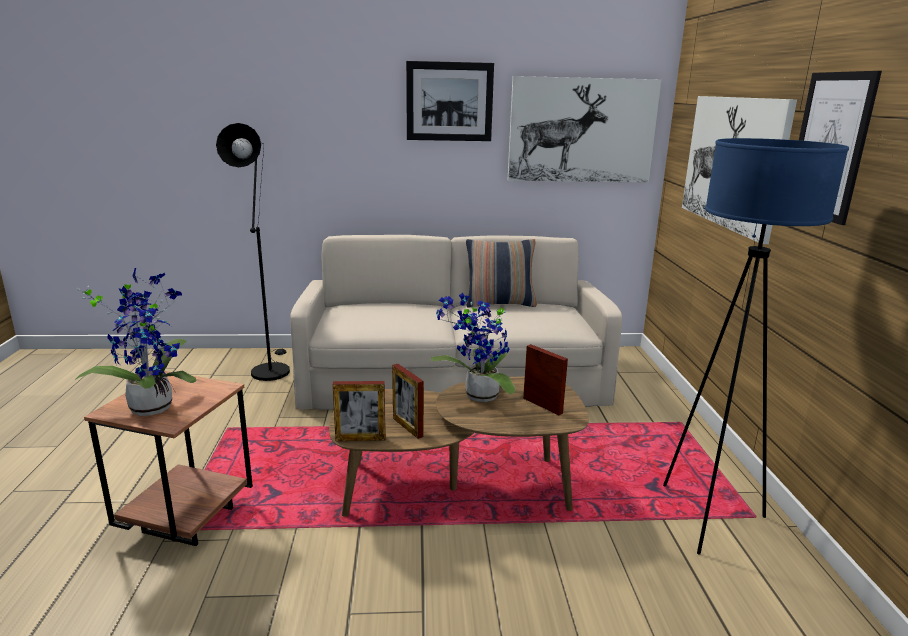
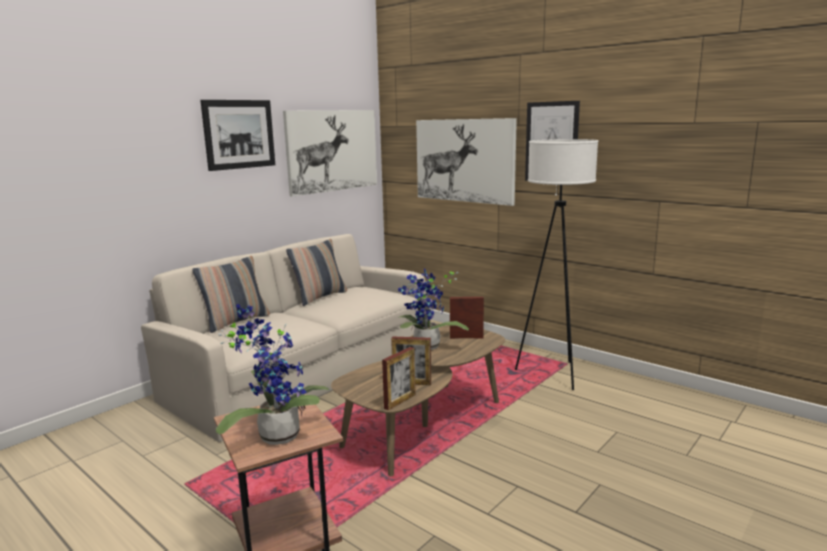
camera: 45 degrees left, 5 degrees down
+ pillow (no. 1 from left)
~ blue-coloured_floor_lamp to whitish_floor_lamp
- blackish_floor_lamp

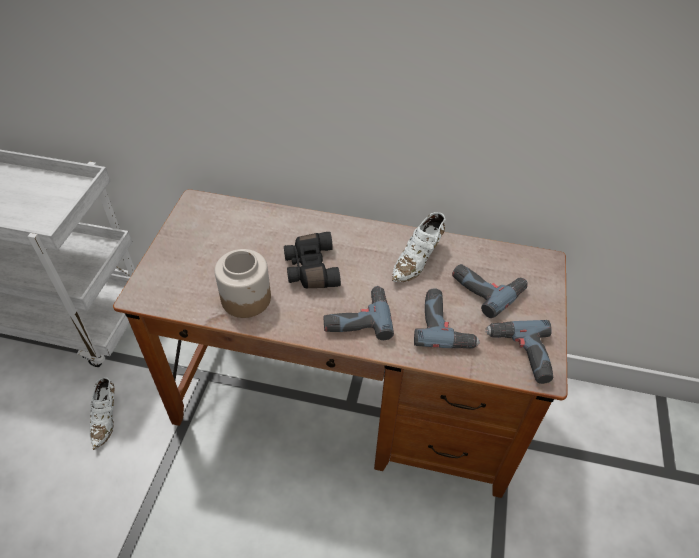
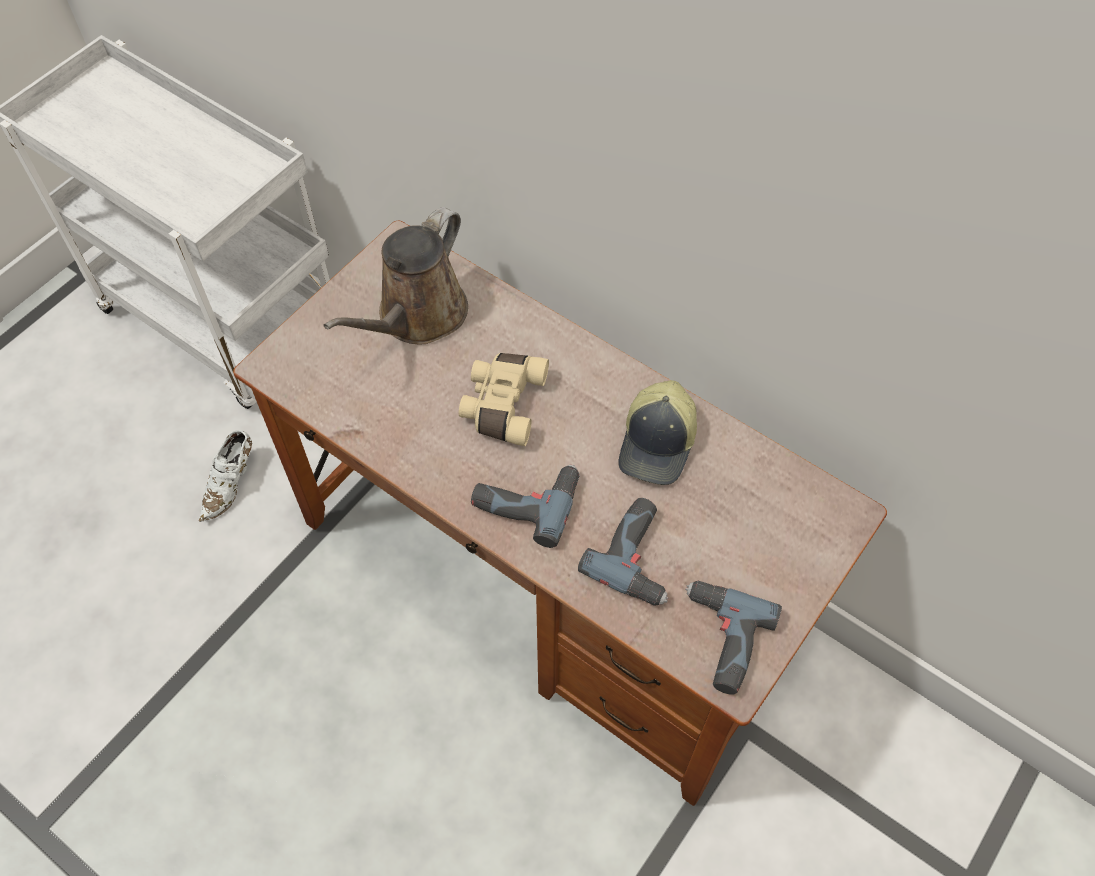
camera: 25 degrees right, 10 degrees up
+ brown-coloured_sprinkling_can
~ blackish_pair_of_binoculars to beige_pair_of_binoculars
~ whitish_shoe (no. 2 from left) to cap
- jar
- electric_drill (no. 3 from left)

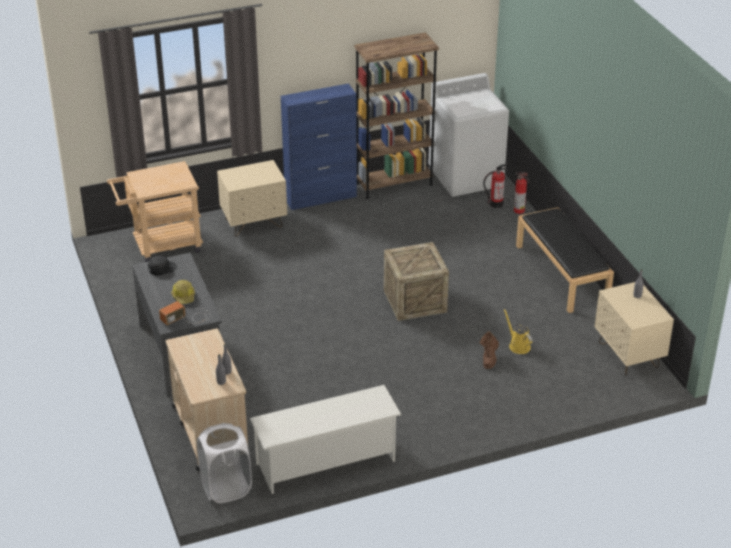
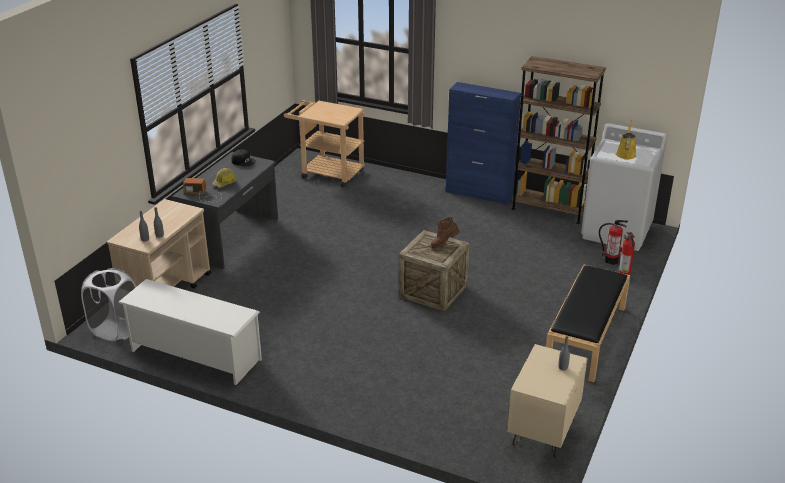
camera: 45 degrees right, 5 degrees down
~ brown-coloured_boot
~ yellowish_sprinkling_can
- beige_nightstand (no. 1 from left)

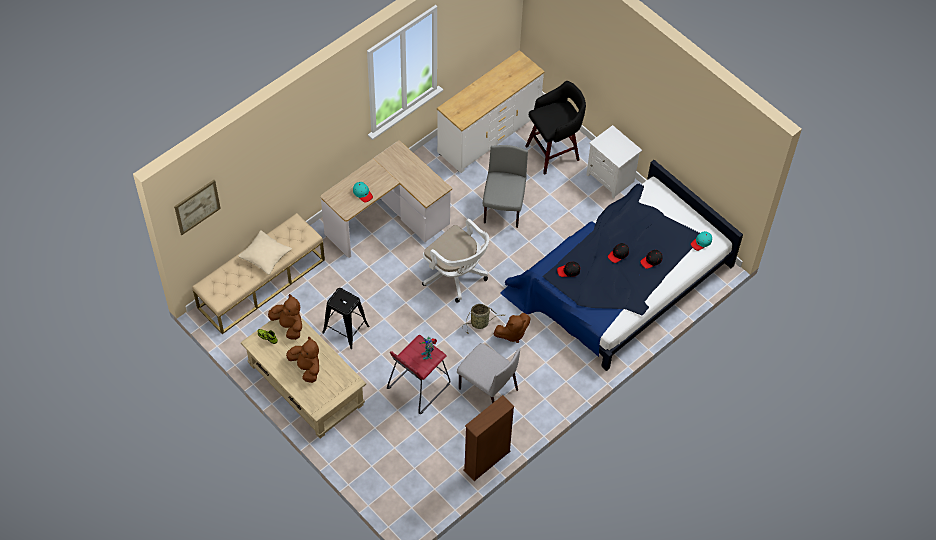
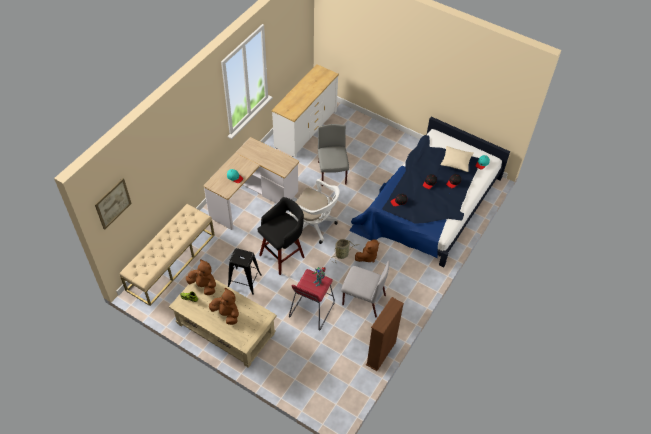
camera: 15 degrees left, 5 degrees down
~ blackish_sitting_stool (no. 2 from left)
~ beige_pillow
- whitish_nightstand

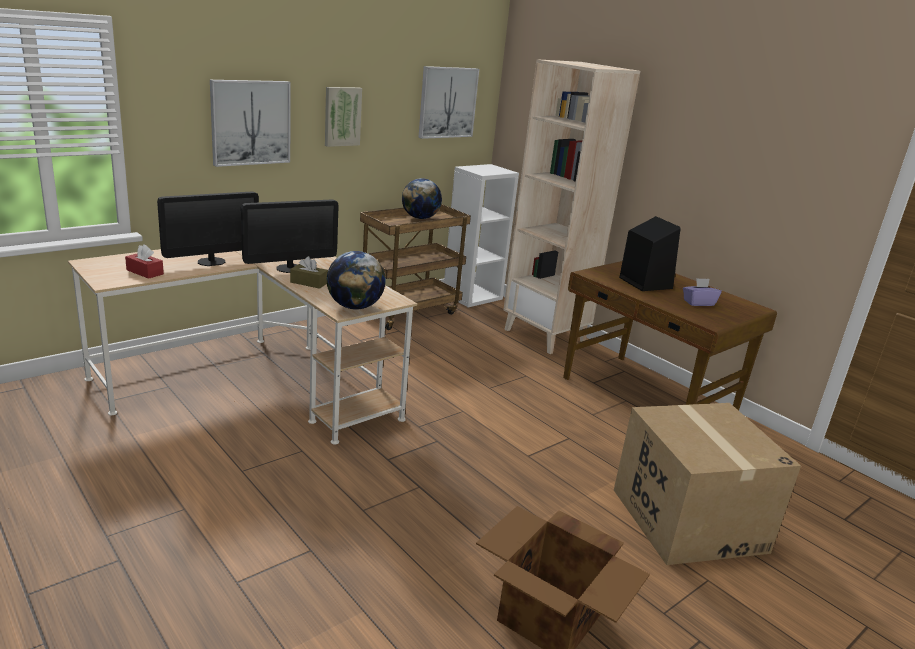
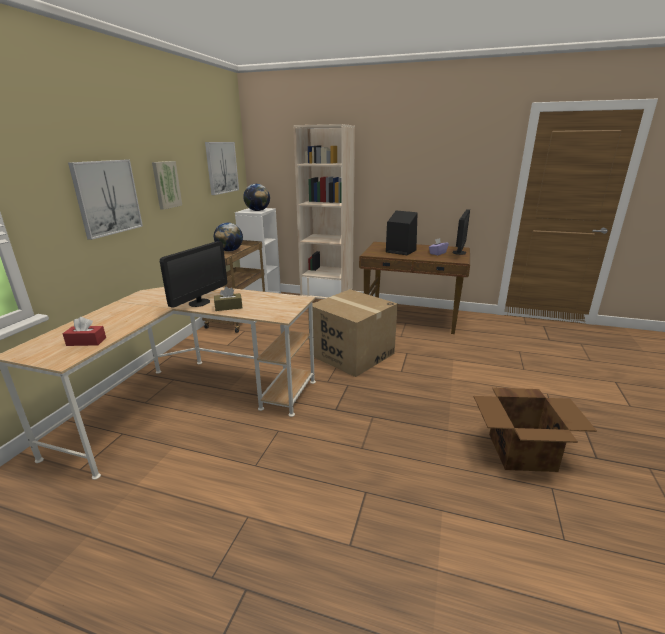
camera: 30 degrees left, 0 degrees up
~ desk_globe (no. 1 from left in the first image) to desk_globe (no. 2 from left)
~ cardboard_box (no. 2 from left in the first image) to cardboard_box (no. 1 from left)
~ computer_screen (no. 1 from left in the first image) to computer_screen (no. 2 from left)

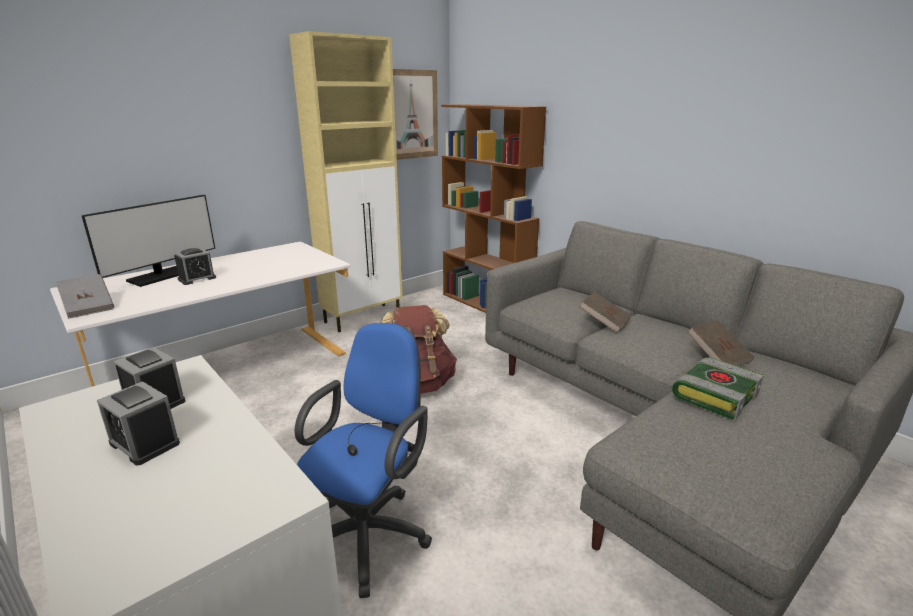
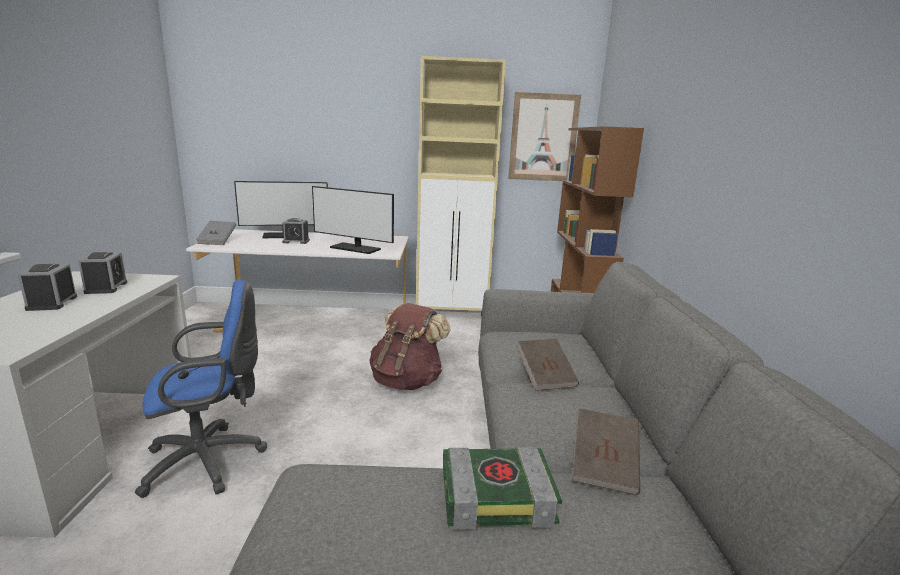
camera: 40 degrees right, 5 degrees down
+ computer_screen (no. 2 from left)

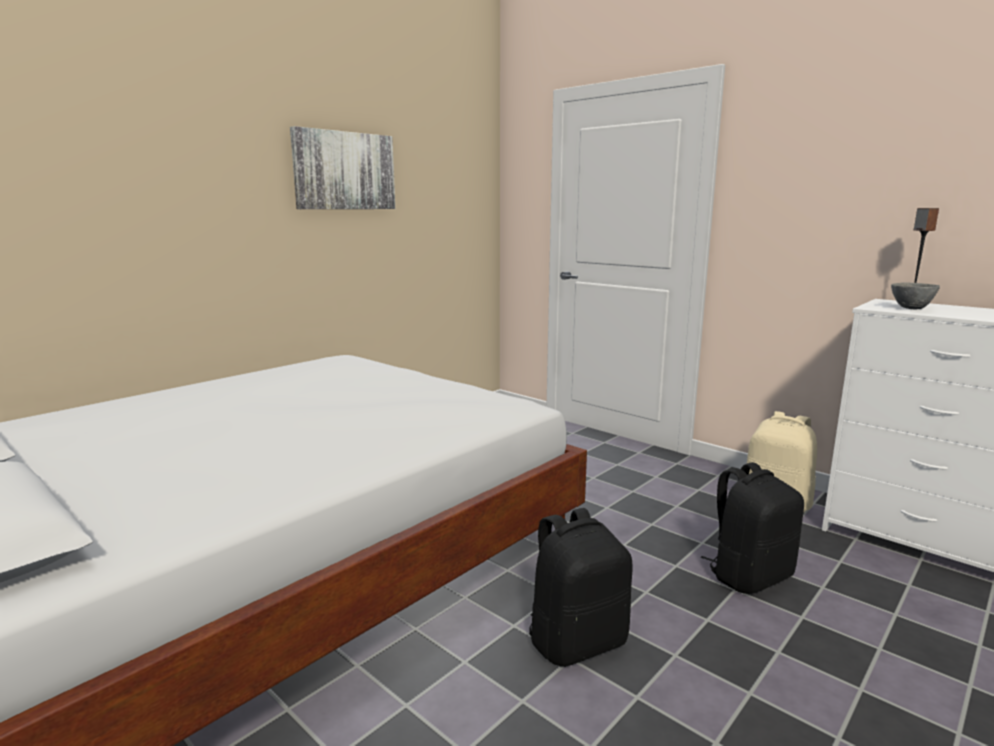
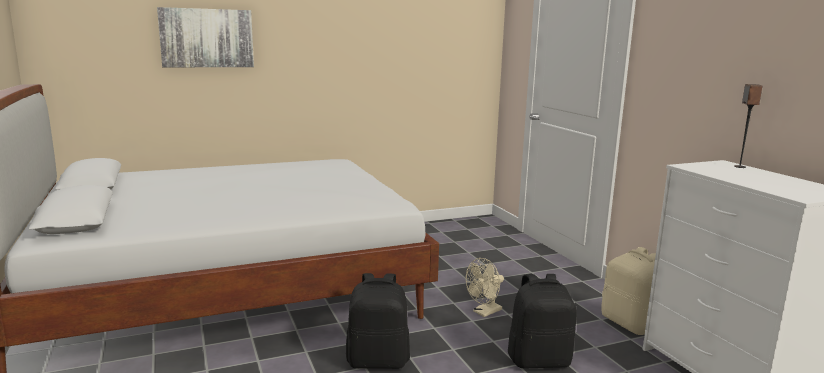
camera: 25 degrees right, 0 degrees up
~ picture
+ beige_fan
- greyish_serving_bowl

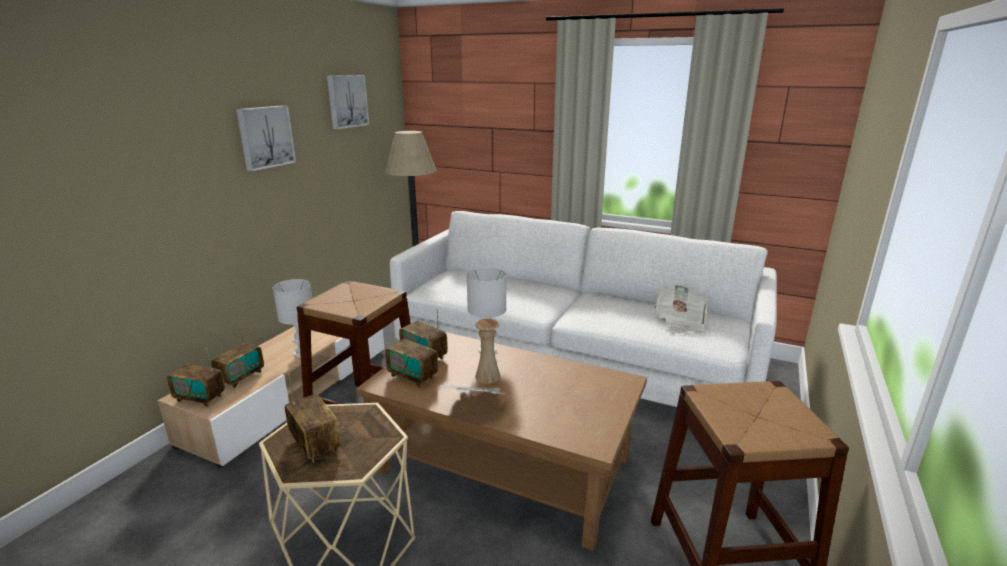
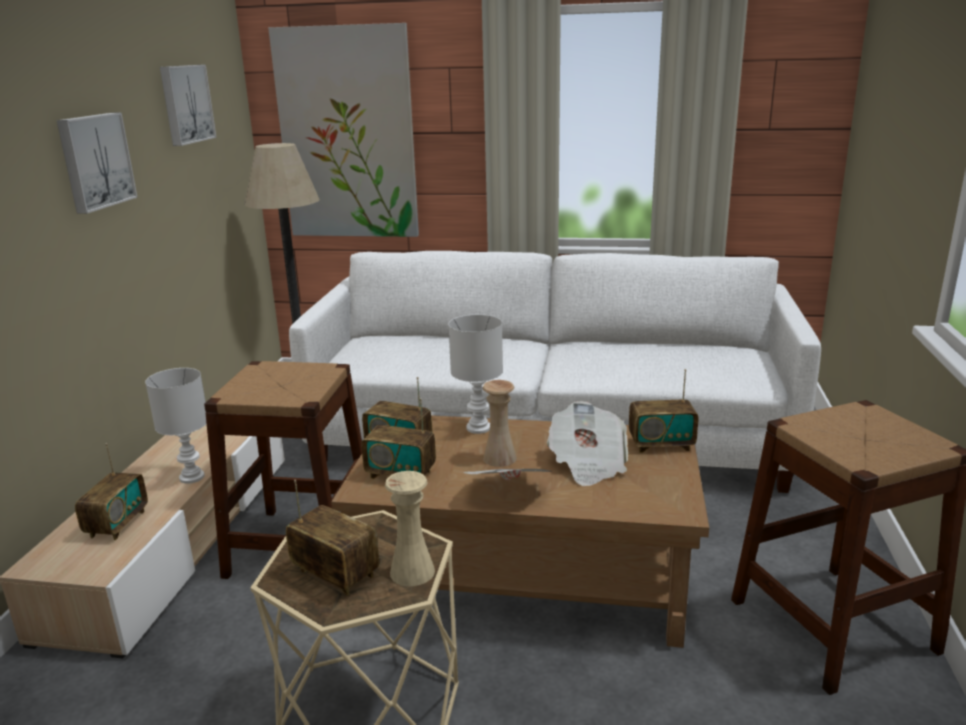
camera: 15 degrees left, 0 degrees up
+ picture (no. 3 from left)
+ beige_decorative_vase (no. 1 from left)
~ newspaper (no. 2 from left)
~ radio_receiver (no. 1 from left in the first image) to radio_receiver (no. 5 from left)

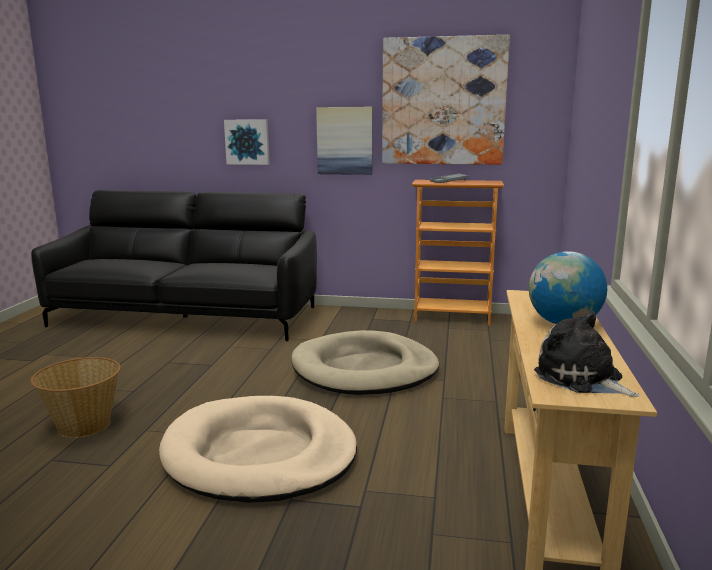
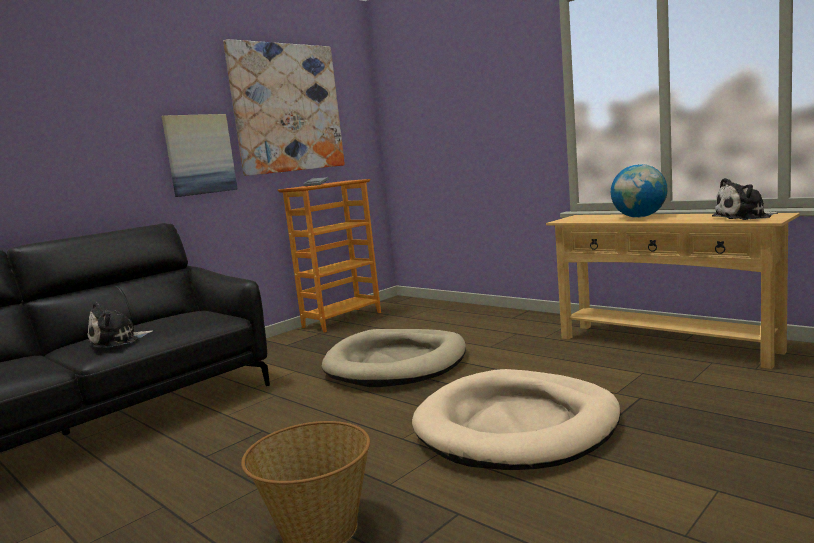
camera: 55 degrees left, 5 degrees down
+ soft_toy (no. 1 from left)
- picture (no. 1 from left)

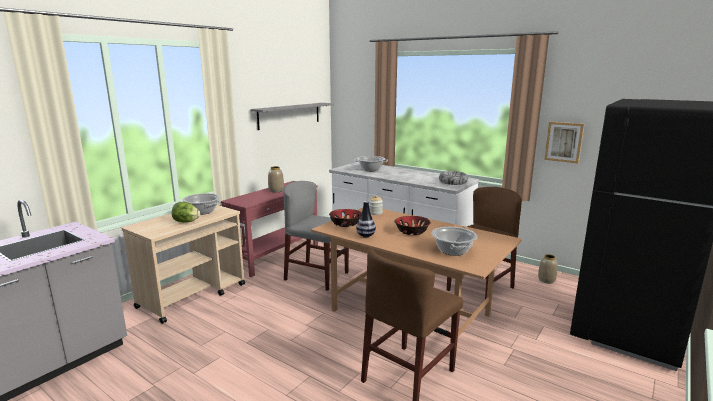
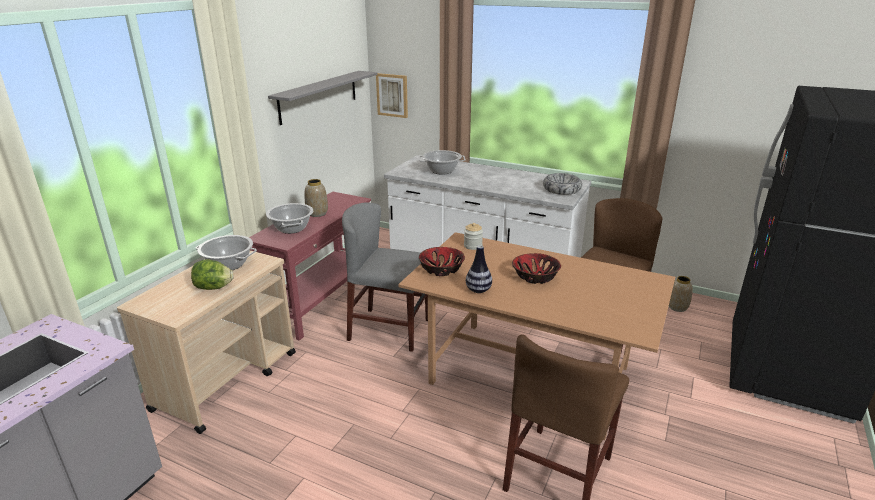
camera: 10 degrees left, 10 degrees up
~ cooking_pot (no. 3 from left in the first image) to cooking_pot (no. 2 from left)
~ picture

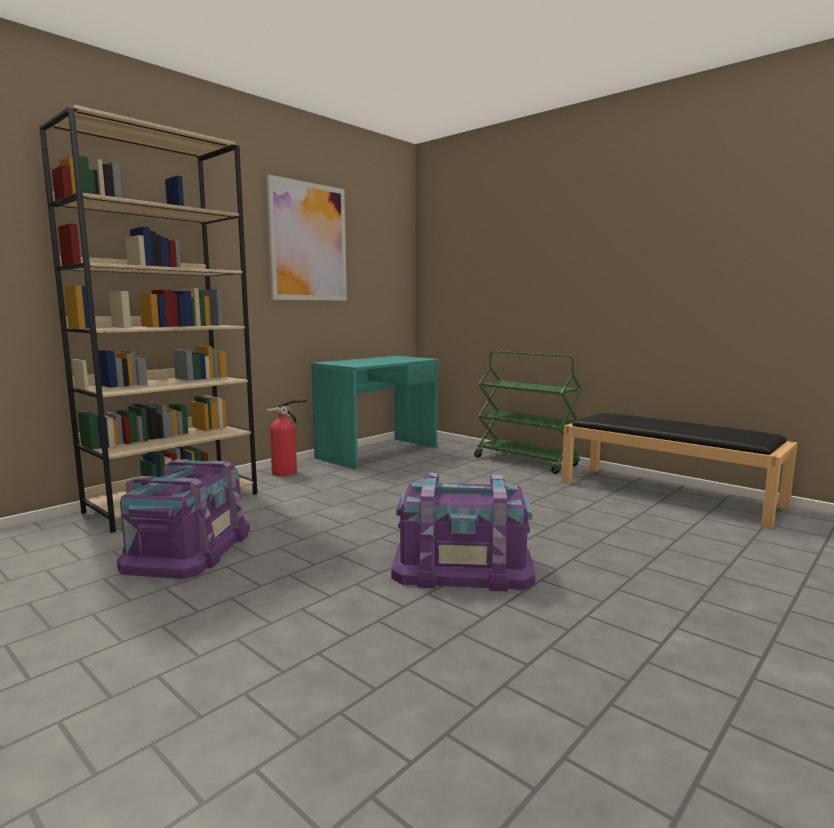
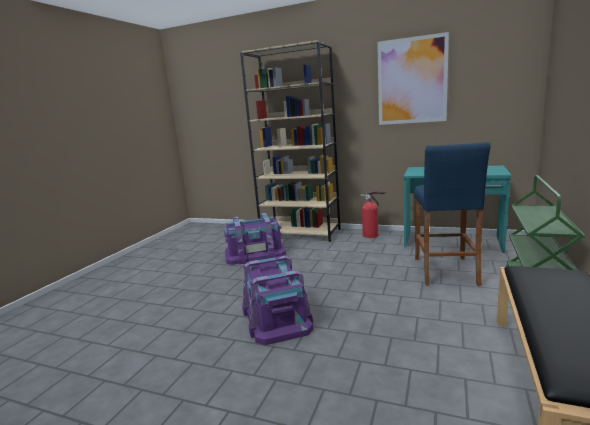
camera: 70 degrees right, 5 degrees up
+ blue-coloured_sitting_stool

